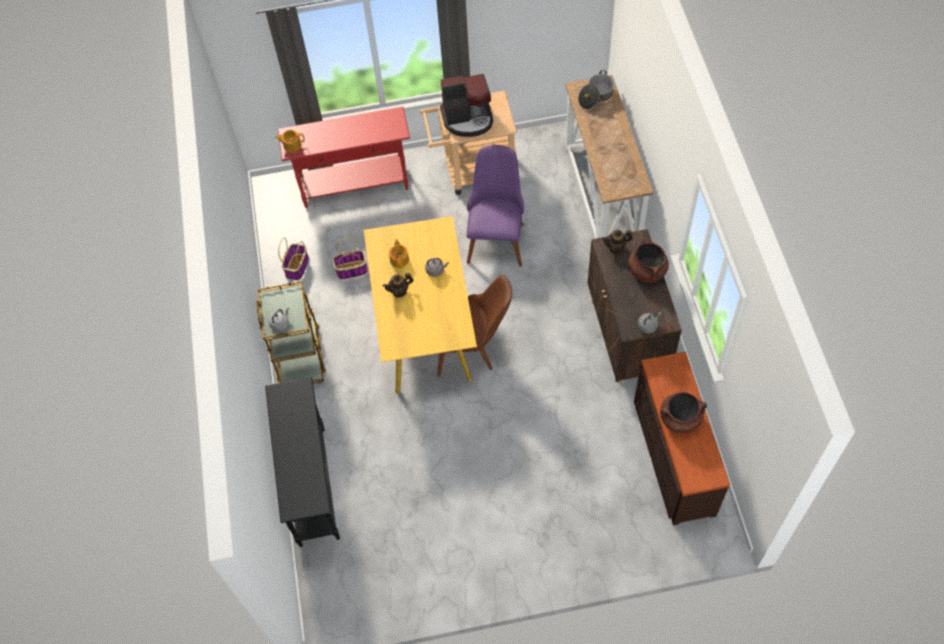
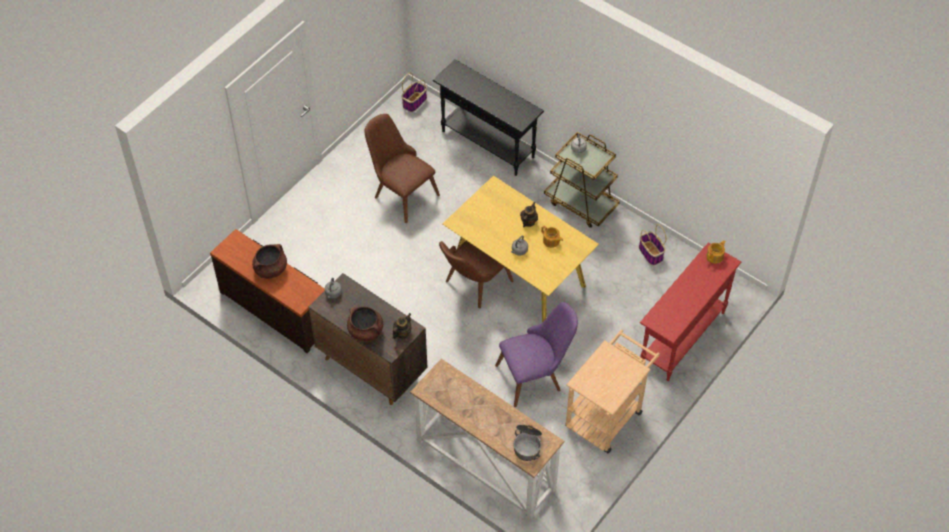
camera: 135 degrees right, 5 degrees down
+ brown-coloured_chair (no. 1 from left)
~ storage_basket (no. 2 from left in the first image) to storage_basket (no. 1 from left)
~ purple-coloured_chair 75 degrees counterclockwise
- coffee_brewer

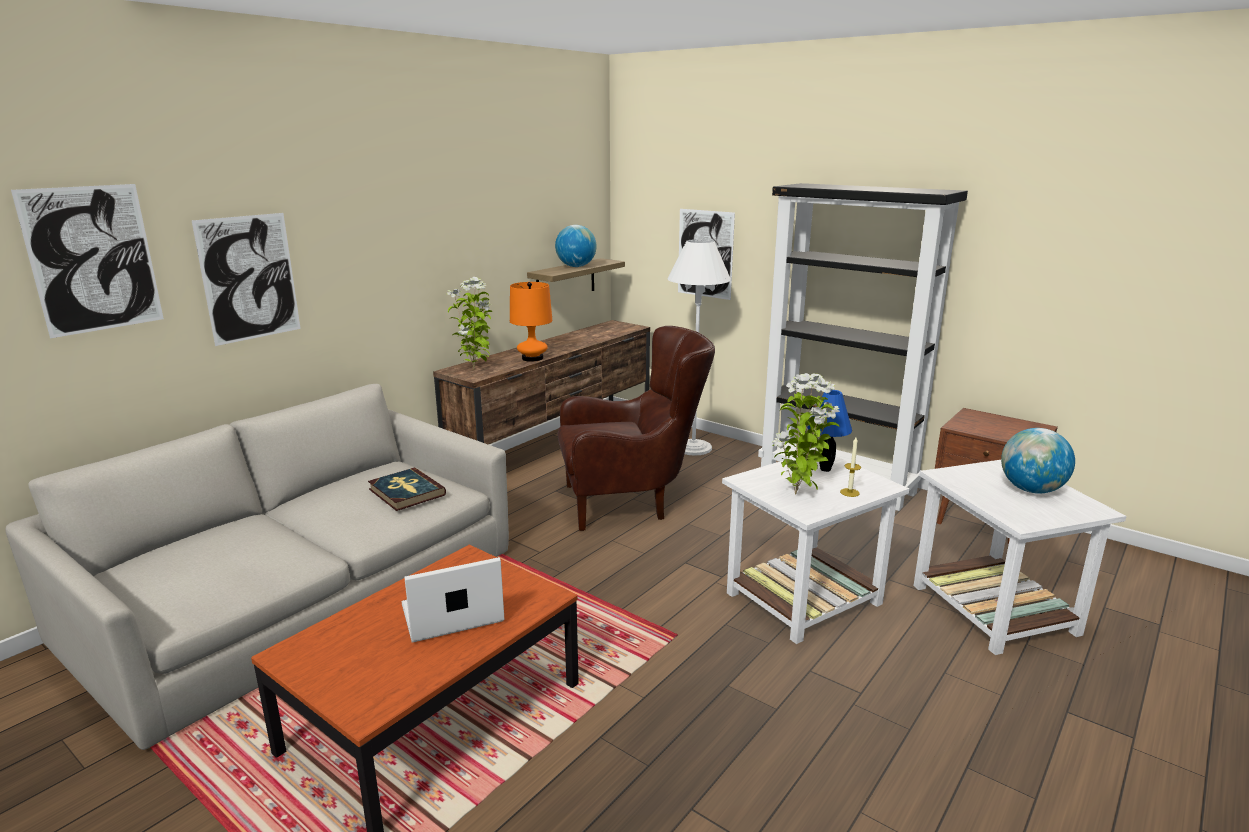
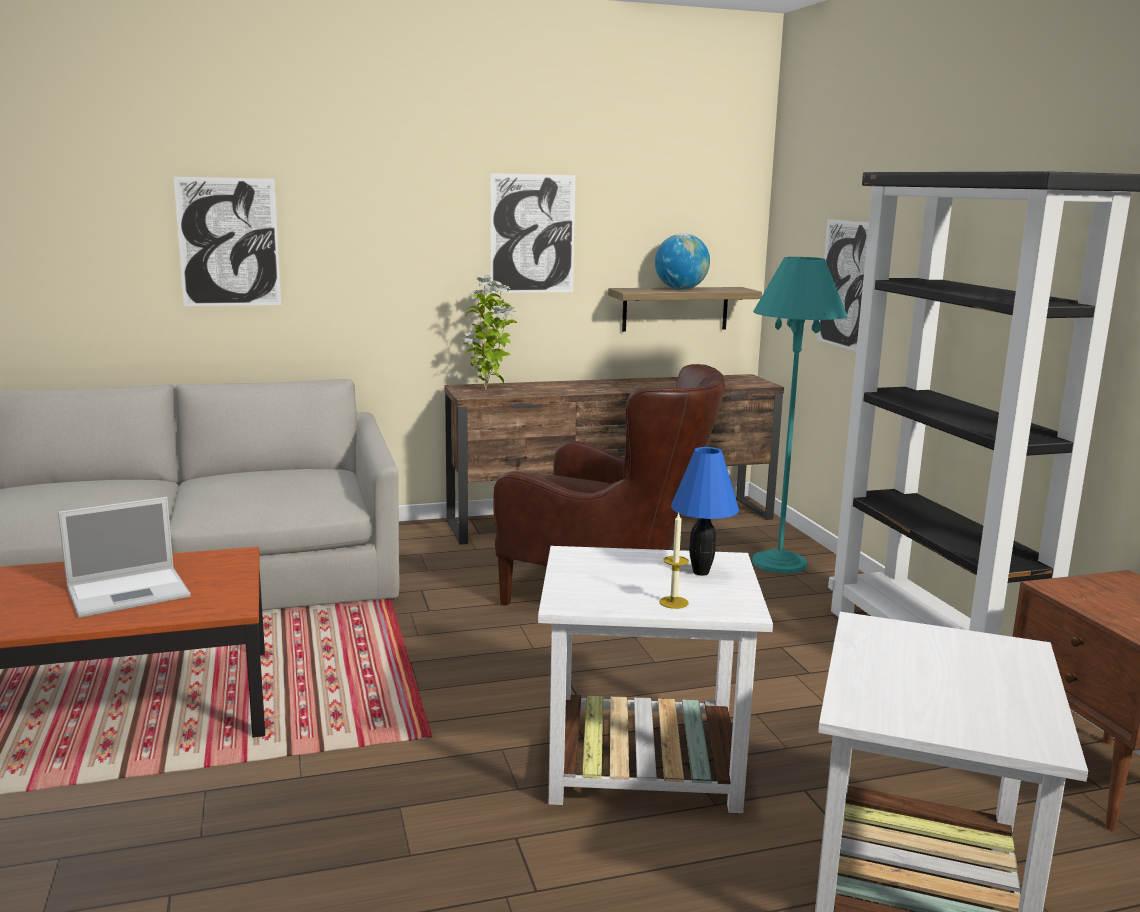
camera: 35 degrees right, 5 degrees down
~ notebook_computer 135 degrees clockwise
~ picture (no. 1 from left in the first image) to picture (no. 2 from left)
~ whitish_floor_lamp to blue-green_floor_lamp
- volume
- orangey_table_lamp
- plant_in_a_pot (no. 2 from left)
- desk_globe (no. 2 from left)

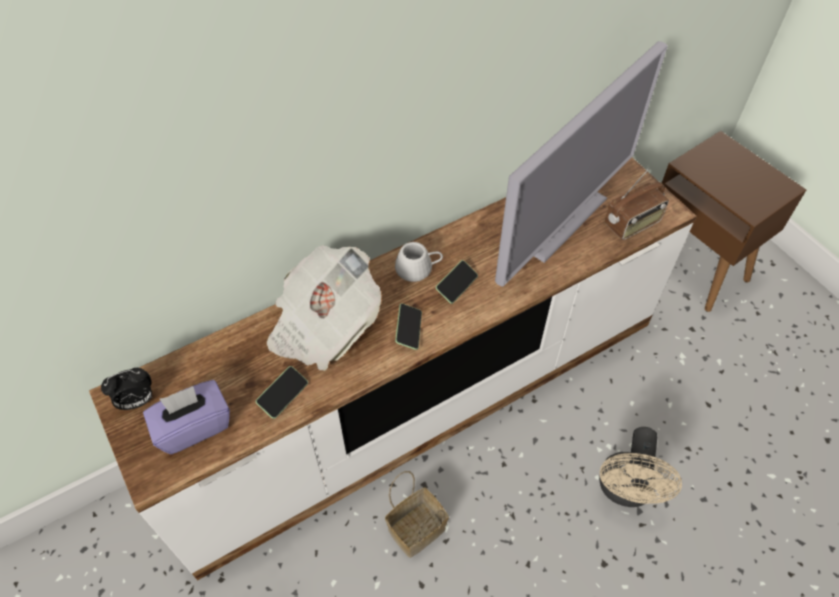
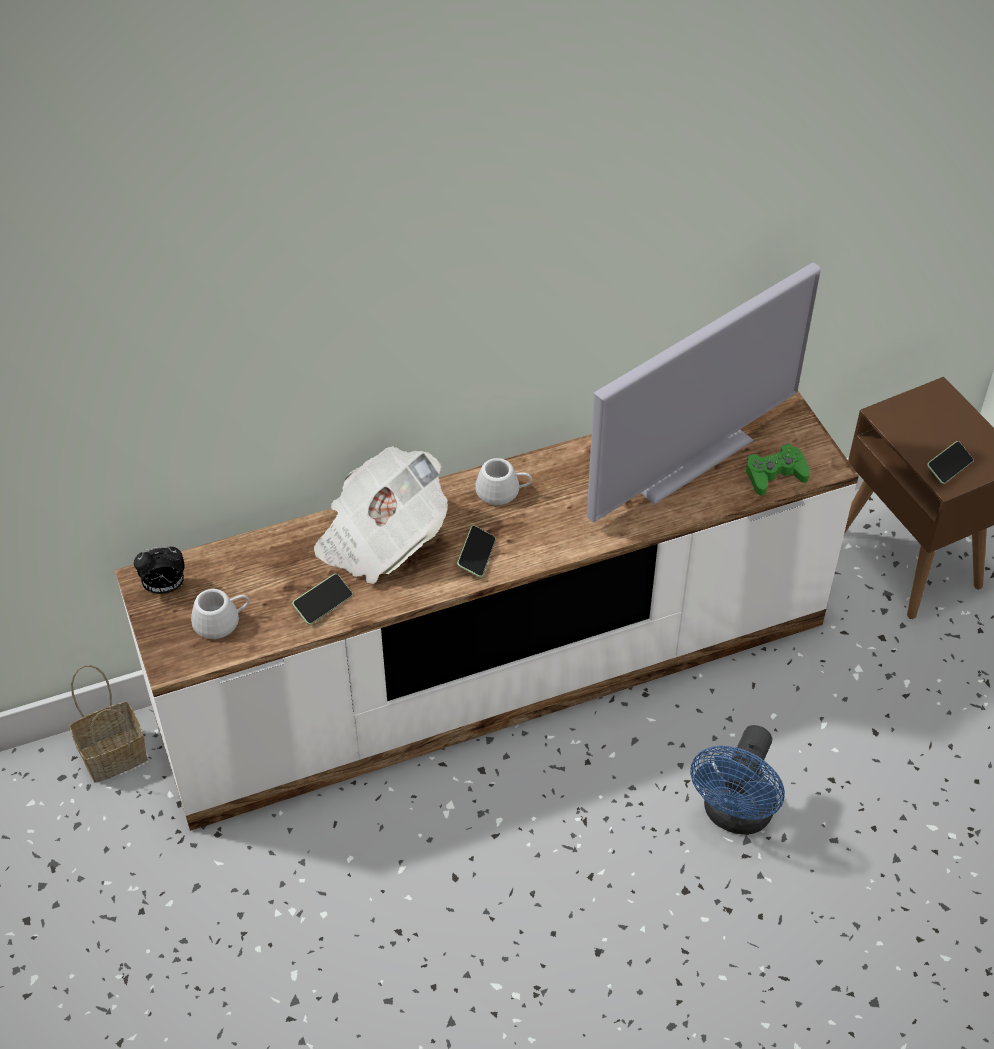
camera: 10 degrees right, 5 degrees down
~ storage_basket
~ purple-coloured_box_of_tissues to whitish_mug (no. 1 from left)
~ beige_fan to blue-coloured_fan
~ radio_receiver to green-coloured_gamepad
~ phone (no. 3 from left)

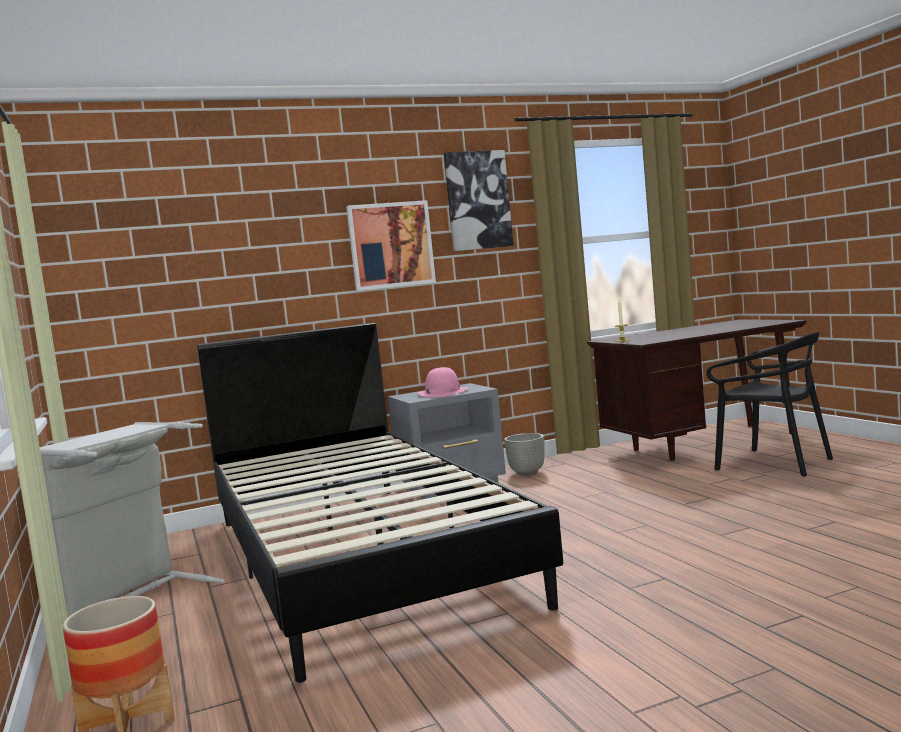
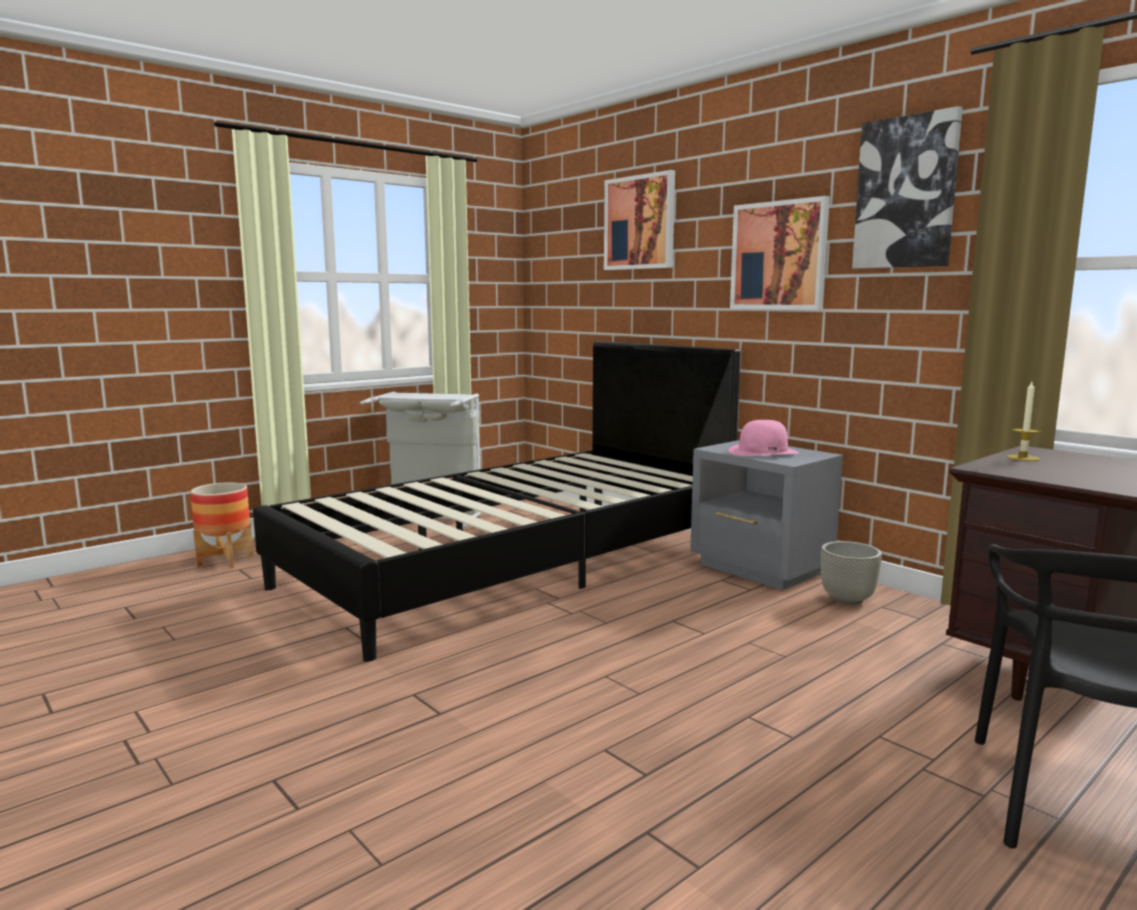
camera: 70 degrees right, 5 degrees up
+ picture (no. 1 from left)

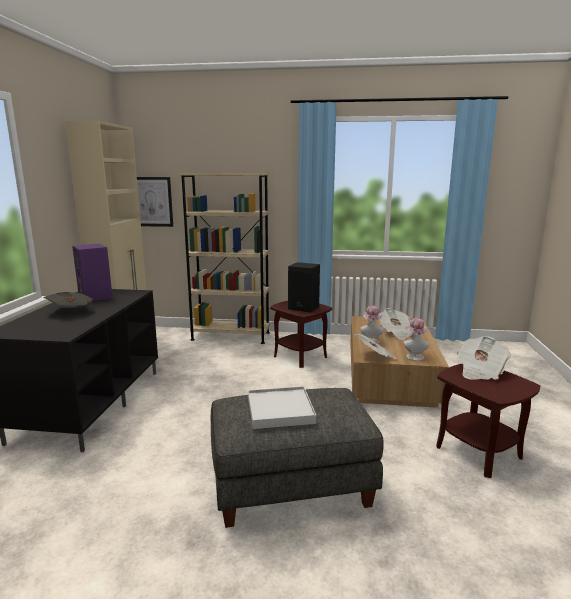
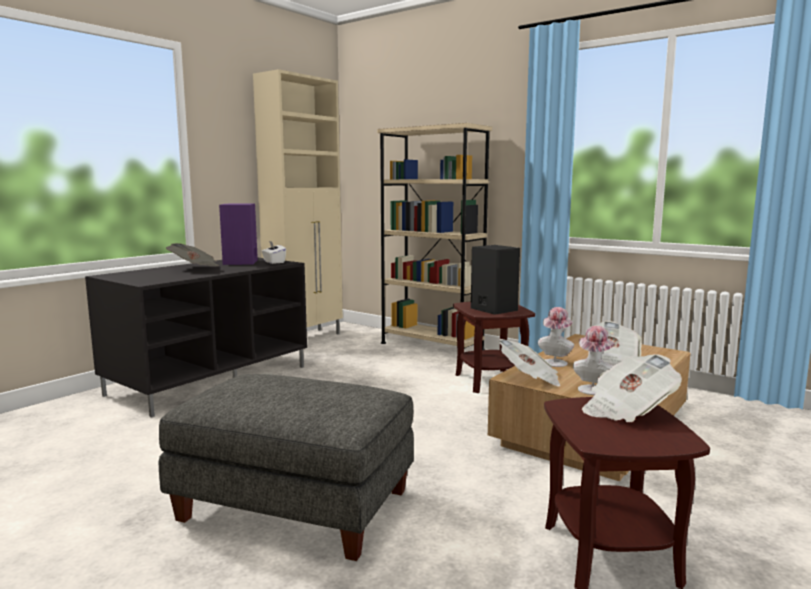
camera: 30 degrees right, 5 degrees down
+ whitish_box_of_tissues
- picture
- whitish_tray

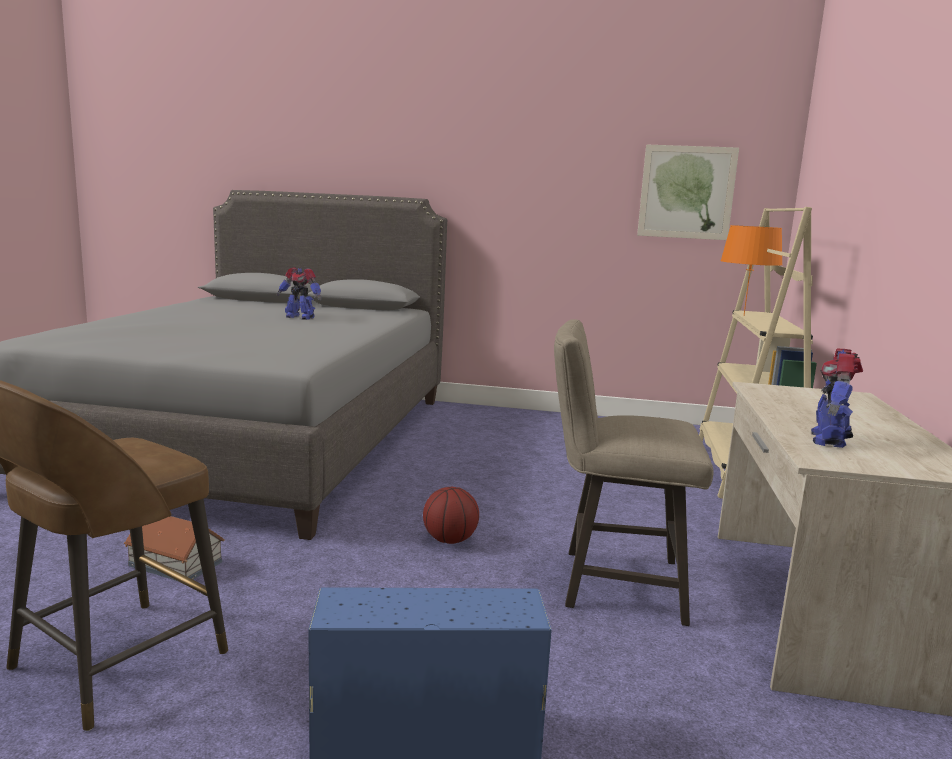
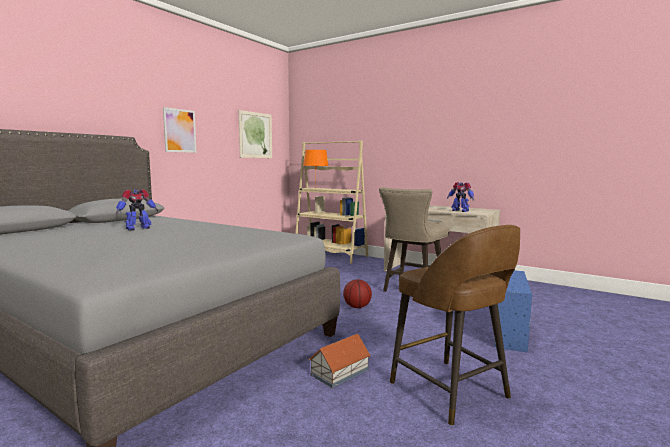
camera: 65 degrees left, 5 degrees down
+ picture (no. 1 from left)

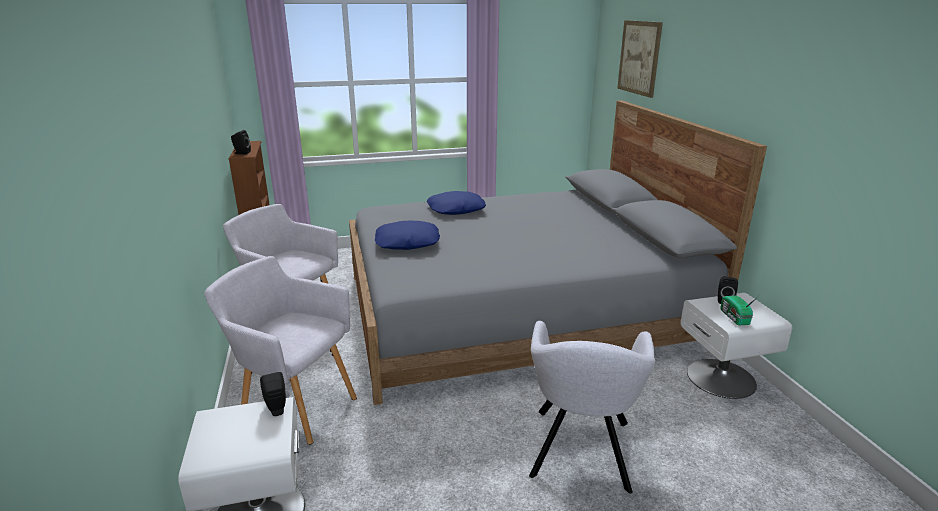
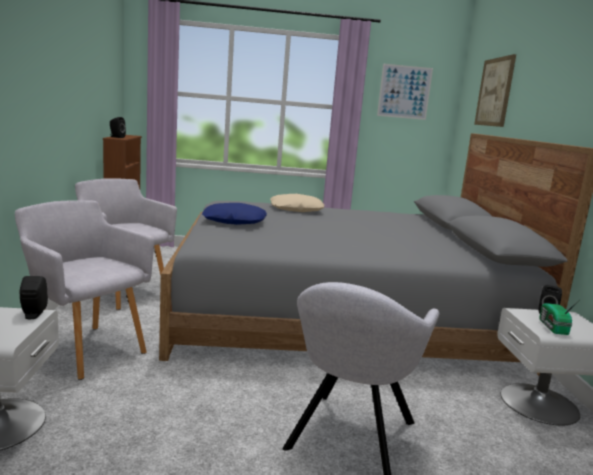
camera: 10 degrees right, 10 degrees down
~ blue-coloured_pillow (no. 2 from left) to beige_pillow
+ picture (no. 1 from left)

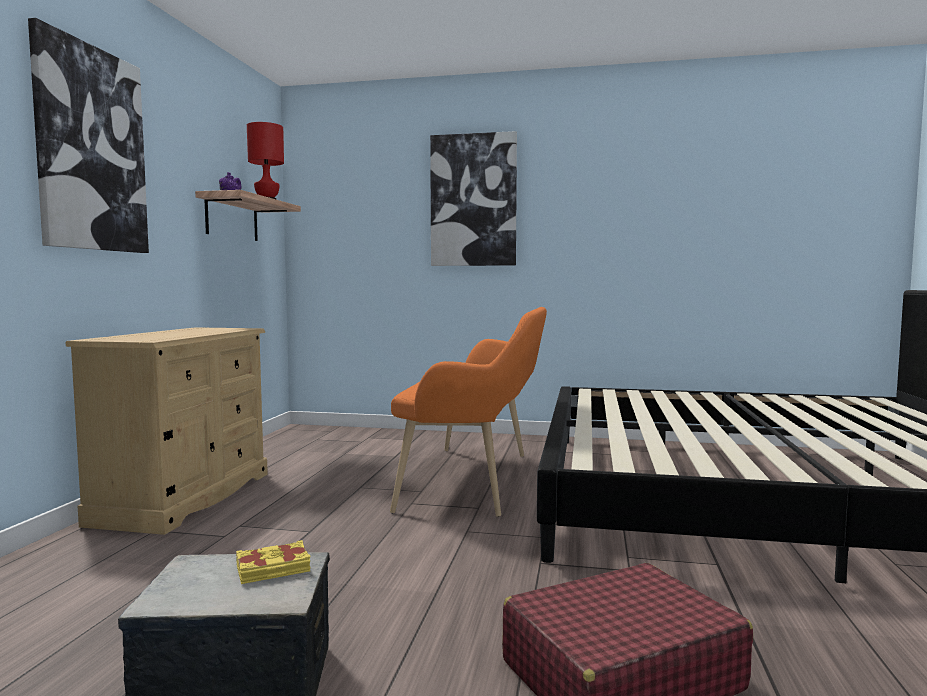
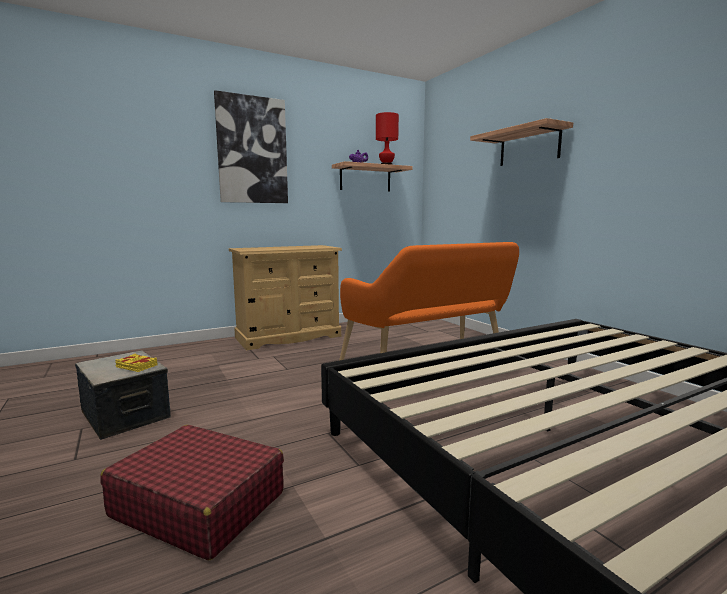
camera: 50 degrees right, 5 degrees up
~ picture (no. 2 from left) to wall_shelf (no. 2 from left)

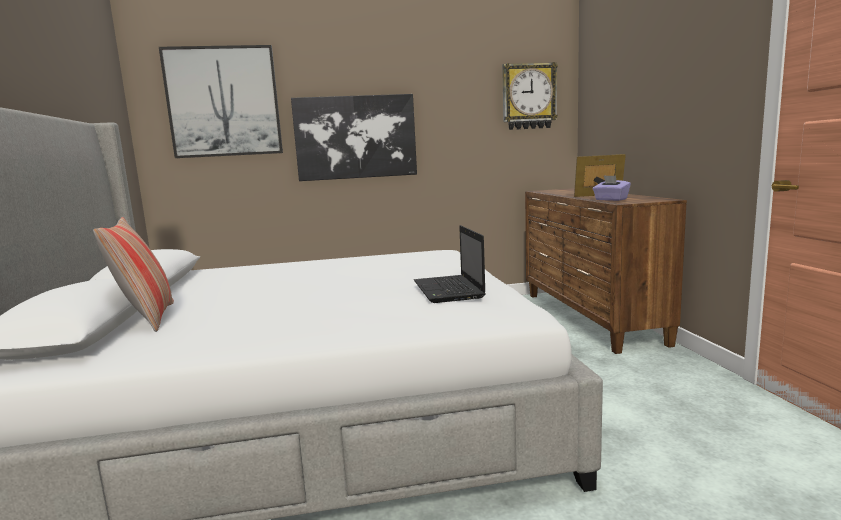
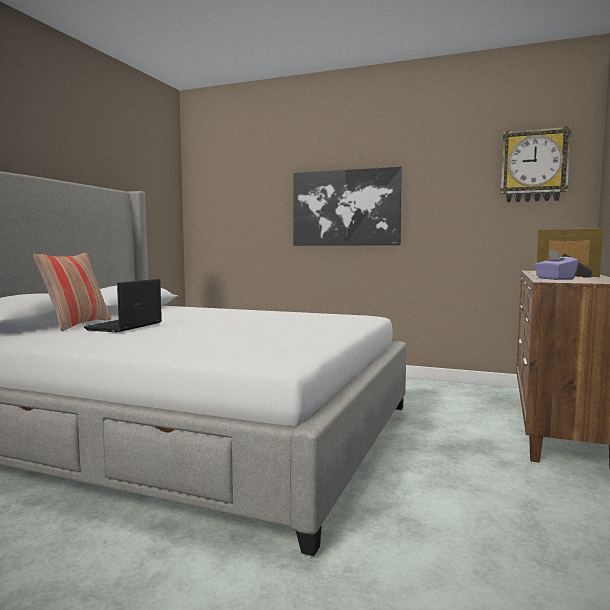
camera: 30 degrees right, 5 degrees down
~ notebook_computer
- picture (no. 1 from left)

